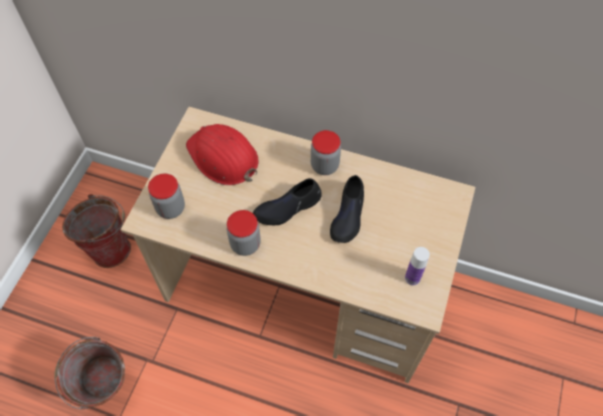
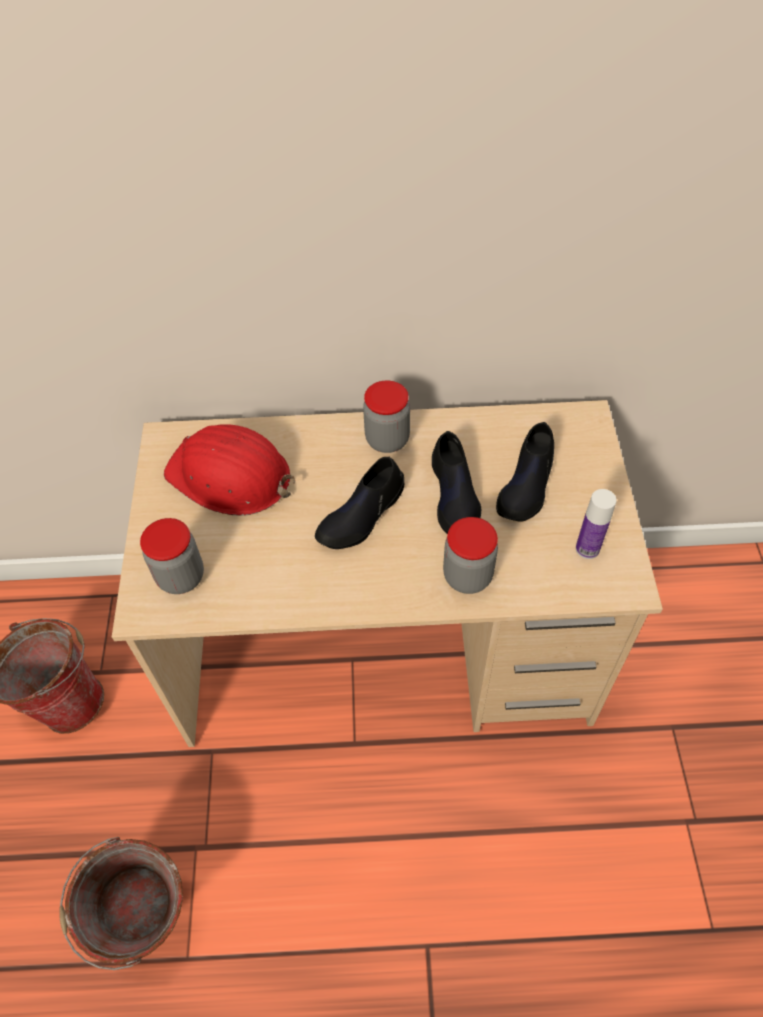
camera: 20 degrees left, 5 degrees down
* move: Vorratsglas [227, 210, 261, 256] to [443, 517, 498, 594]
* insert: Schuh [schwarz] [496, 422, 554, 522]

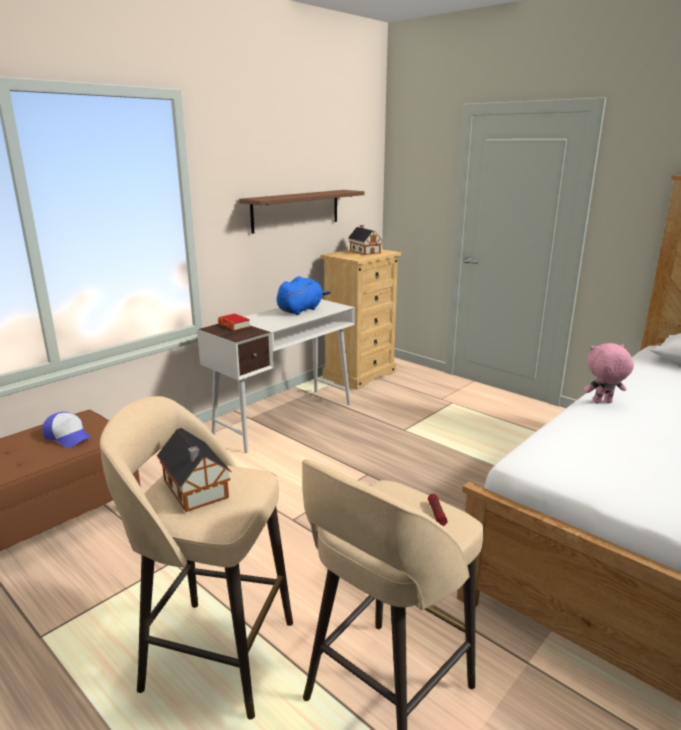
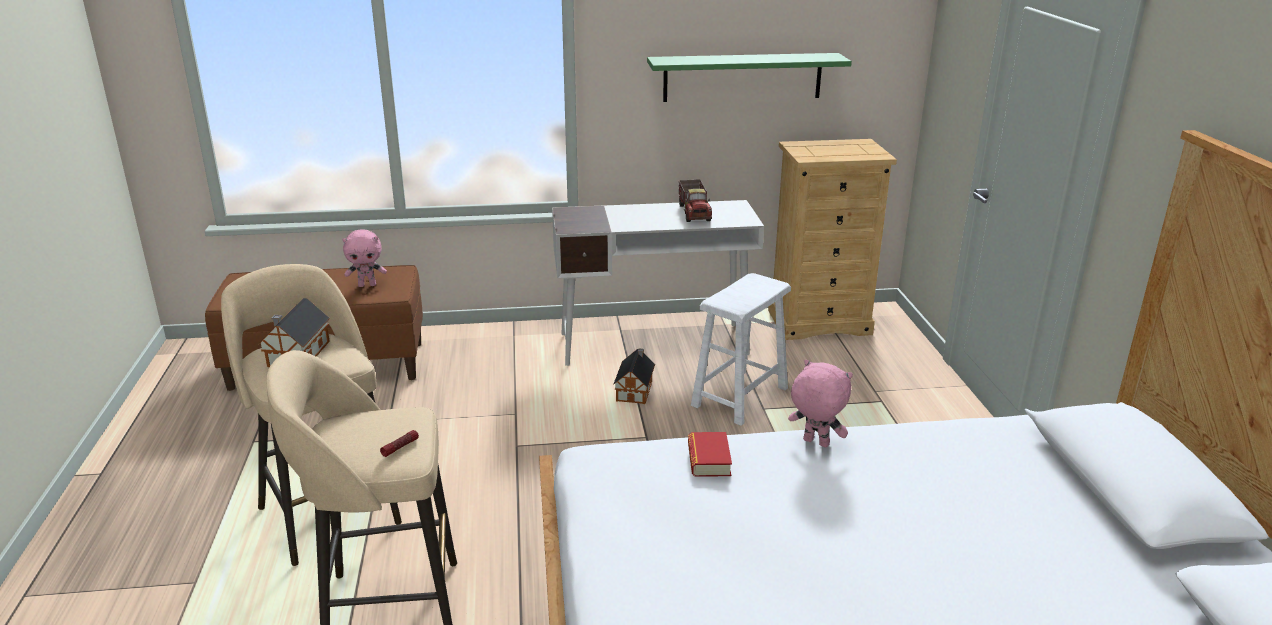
camera: 40 degrees right, 5 degrees up
* recolor: Wandregal [braun] [239, 190, 365, 234] to Wandregal [grün] [647, 53, 852, 102]
* move: Spielzeughaus [348, 225, 383, 255] to [613, 349, 655, 404]
* replace: Plüschtier [blau] [277, 276, 331, 315] to Spielzeuglaster [679, 180, 712, 222]
* move: Buch [218, 314, 250, 331] to [688, 432, 732, 477]
* replace: Kappe [42, 412, 91, 448] to Plüschtier [rosa] [342, 229, 387, 287]
* insert: Hocker [weiß] [691, 273, 791, 426]

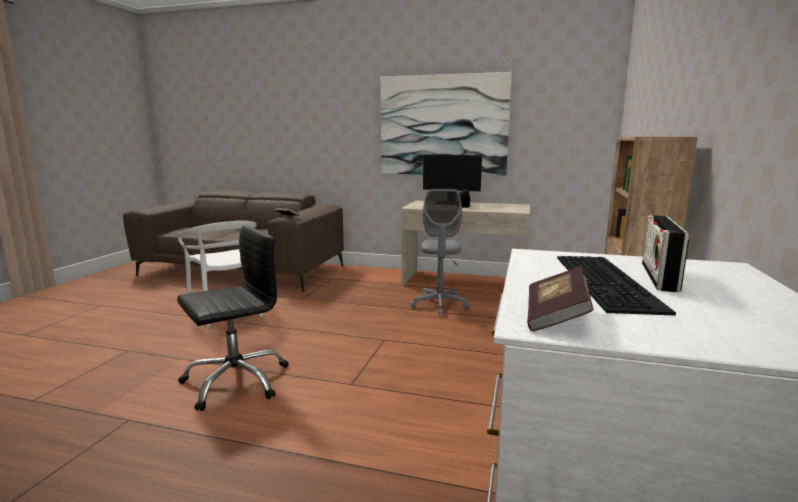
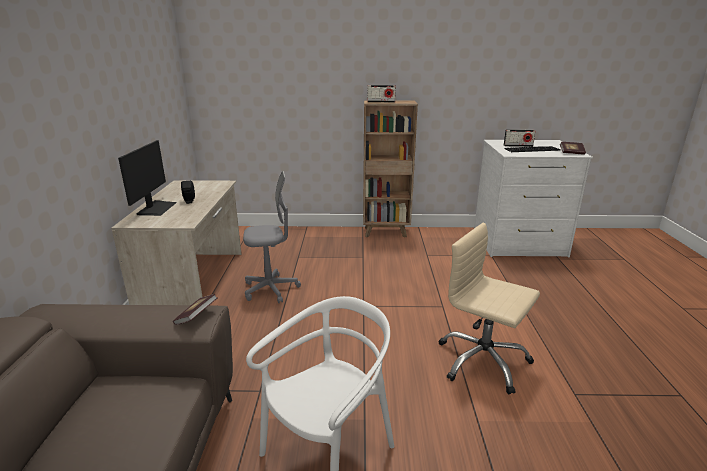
camera: 105 degrees left, 10 degrees up
* delete: Bild [381, 72, 512, 176]
* recolor: Bürostuhl [schwarz] [177, 225, 289, 411] to Bürostuhl [beige] [438, 223, 540, 394]
* insert: Radio [367, 85, 396, 102]

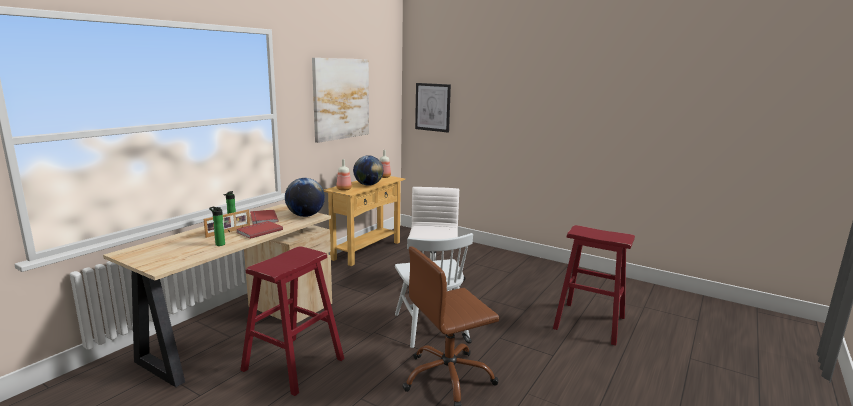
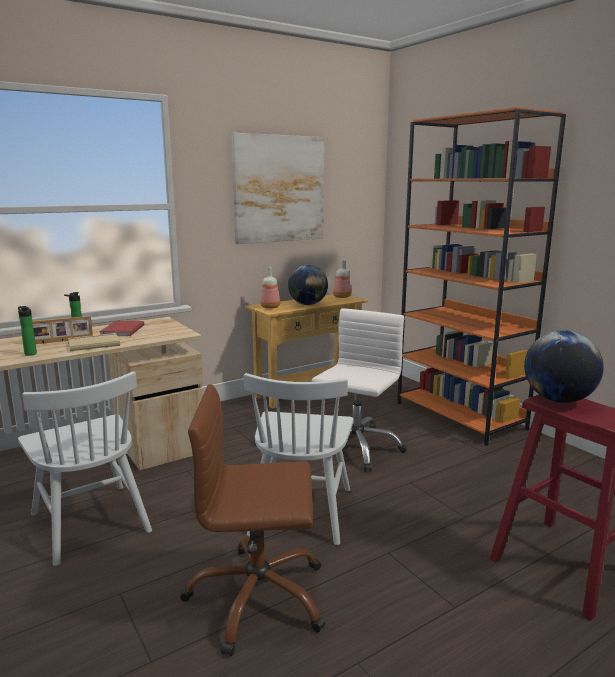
camera: 25 degrees right, 0 degrees up
* delete: Bild [415, 83, 451, 132]
* move: Globus [285, 178, 325, 217] to [524, 330, 604, 403]
* recolor: Buch [rot] [236, 221, 283, 239] to Buch [beige] [68, 333, 120, 351]
* replace: Hocker [rot] [241, 247, 344, 396] to Stuhl [weiß] [18, 372, 152, 566]
* insert: Bücherregal [orange] [397, 107, 566, 446]

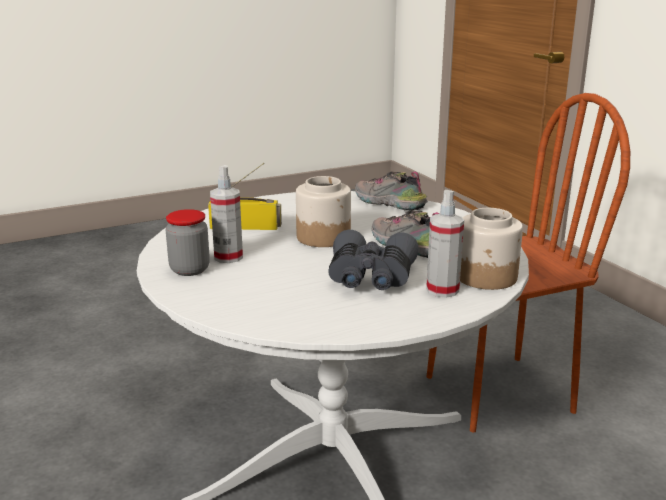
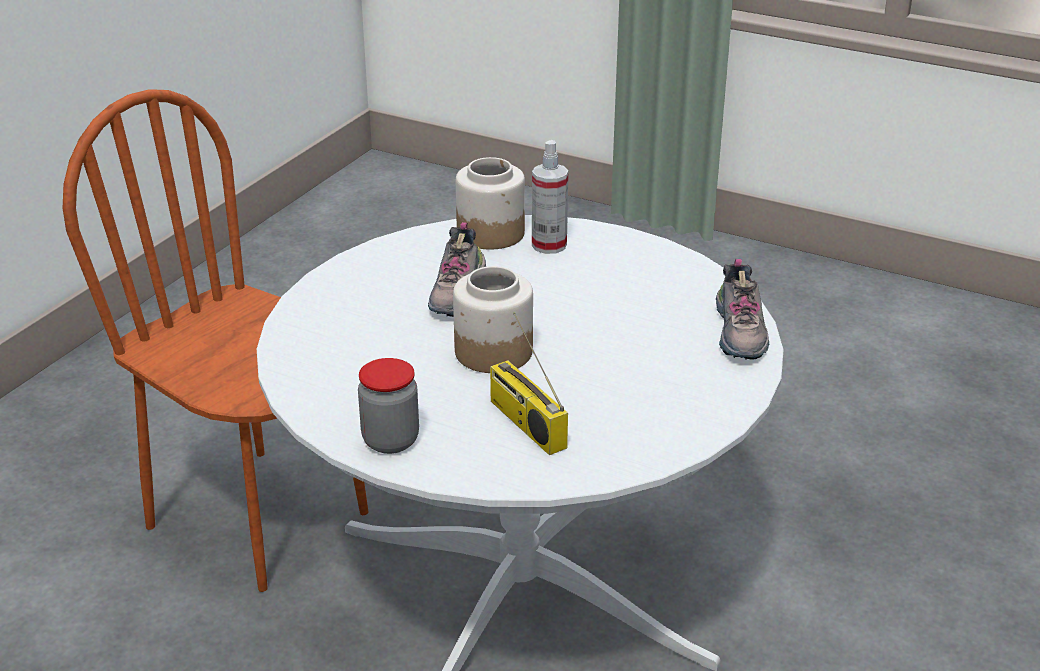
camera: 125 degrees left, 10 degrees up
* delete: Sprühflasche [210, 165, 243, 263]
* move: Schuh [355, 172, 428, 211] to [716, 259, 770, 360]
* move: Vorratsglas [166, 209, 210, 276] to [358, 358, 419, 454]
* delete: Fernglas [grau] [328, 229, 419, 290]

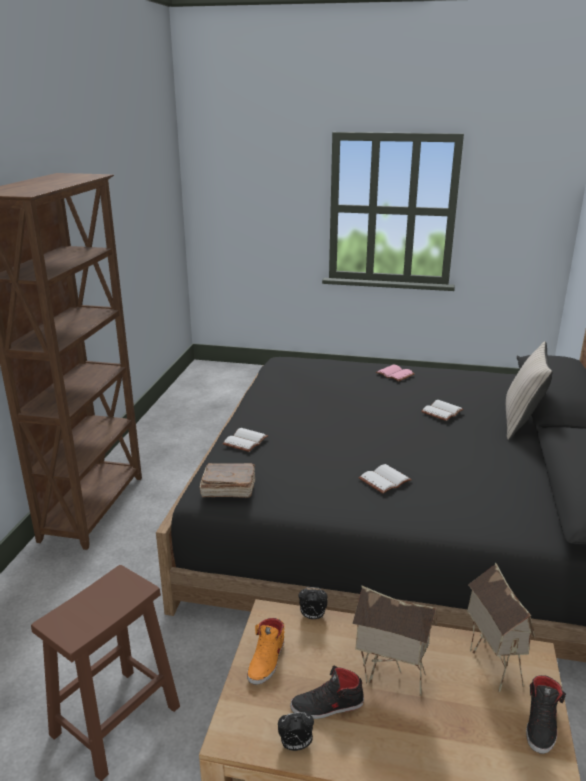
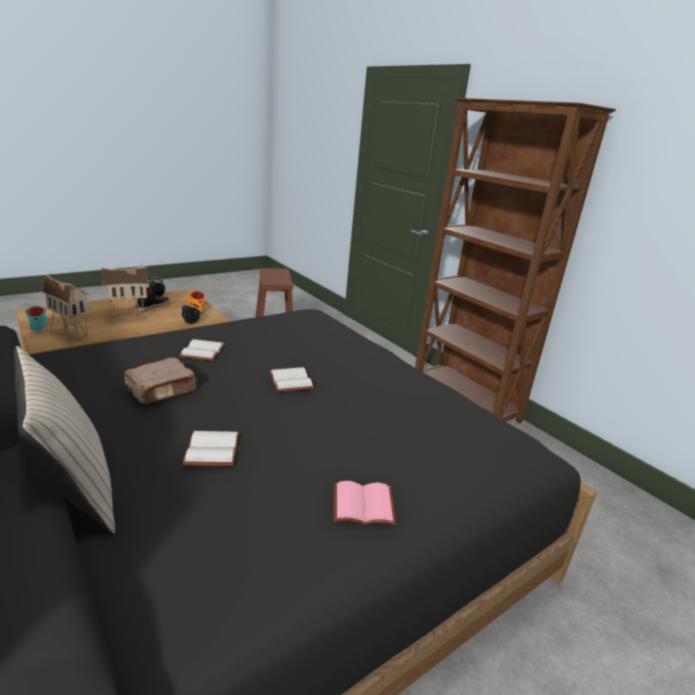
camera: 130 degrees right, 0 degrees up
* move: Buch [weiß] [222, 428, 268, 452] to [269, 367, 314, 392]
* move: Buch [braun] [199, 463, 255, 498] to [124, 358, 197, 404]
* recolor: Schuh [schwarz] [526, 675, 566, 754] to Schuh [türkis] [24, 306, 48, 333]

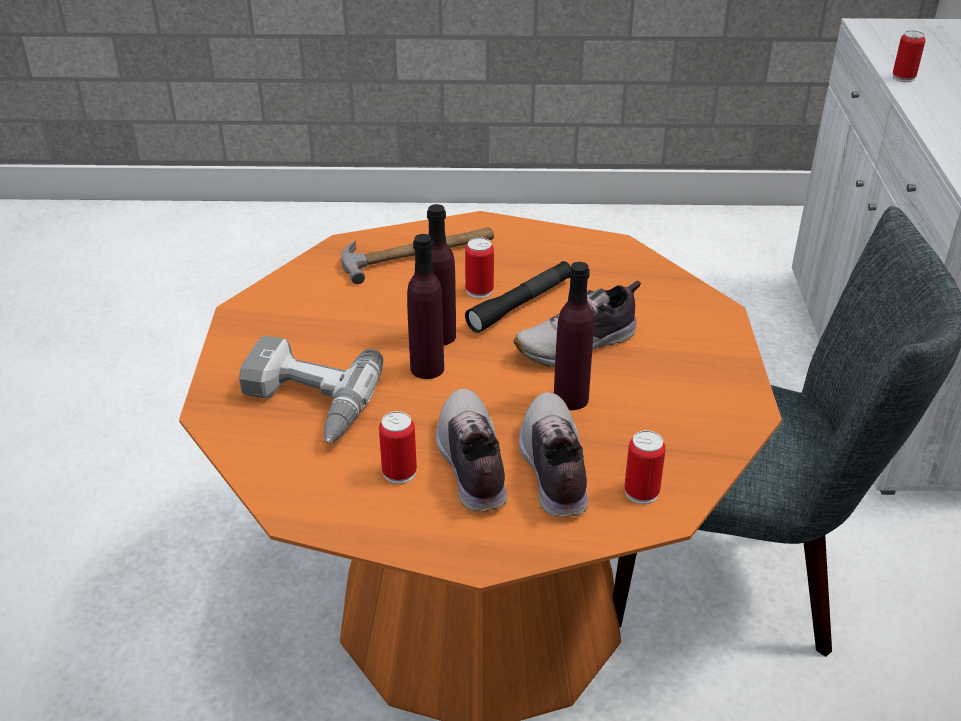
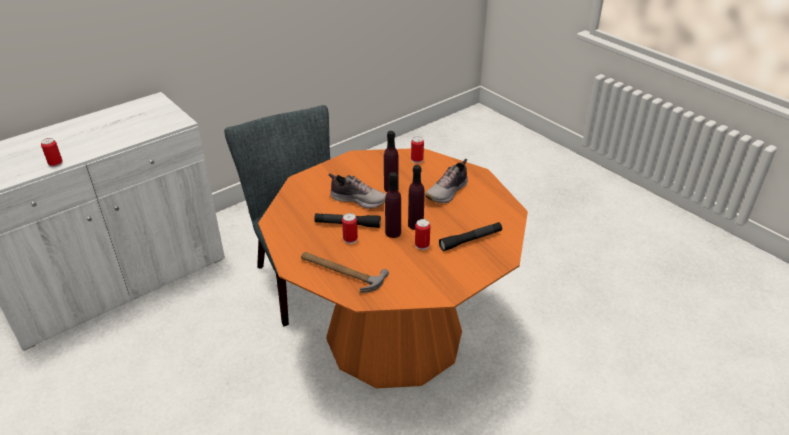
camera: 130 degrees left, 0 degrees up
* replace: Bohrmaschine [239, 336, 383, 443] to Taschenlampe [schwarz] [439, 222, 502, 251]
* delete: Schuh [519, 392, 588, 517]
* move: Dose [379, 411, 417, 484] to [415, 219, 430, 250]

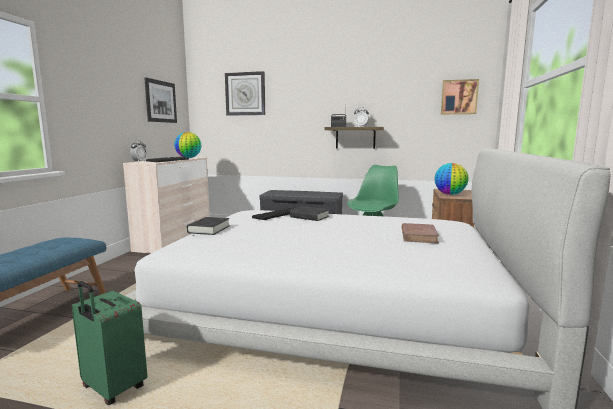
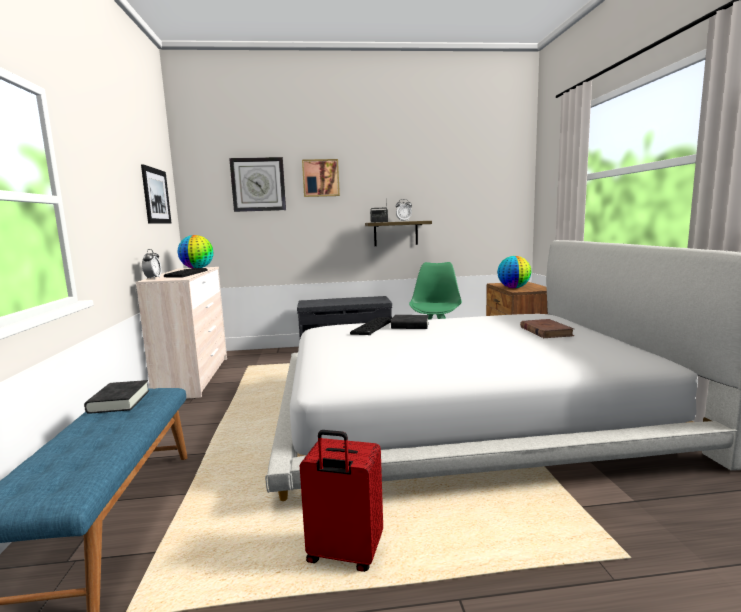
camera: 20 degrees left, 0 degrees up
* move: Bild [441, 79, 479, 114] to [302, 159, 340, 197]
* move: Buch [schwarz] [187, 217, 230, 235] to [84, 380, 149, 414]
* recolor: Koffer [grün] [72, 281, 147, 405] to Koffer [rot] [300, 430, 383, 572]

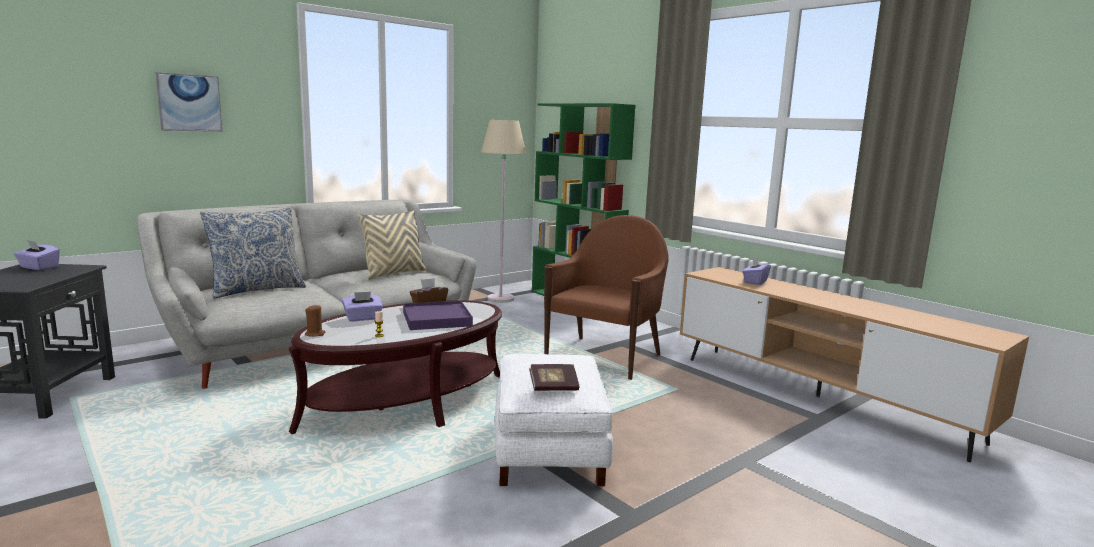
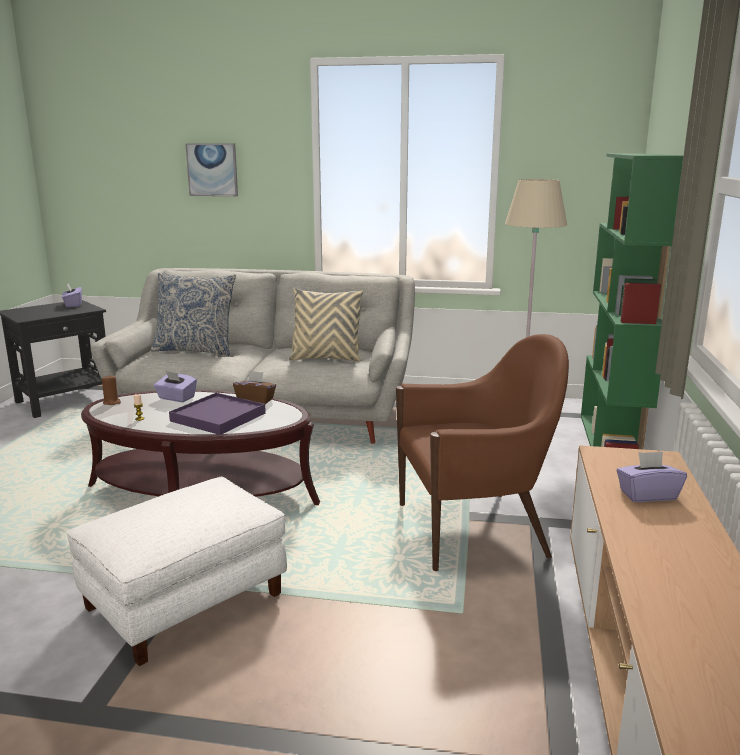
camera: 50 degrees right, 5 degrees up
* delete: Buch [529, 364, 580, 391]

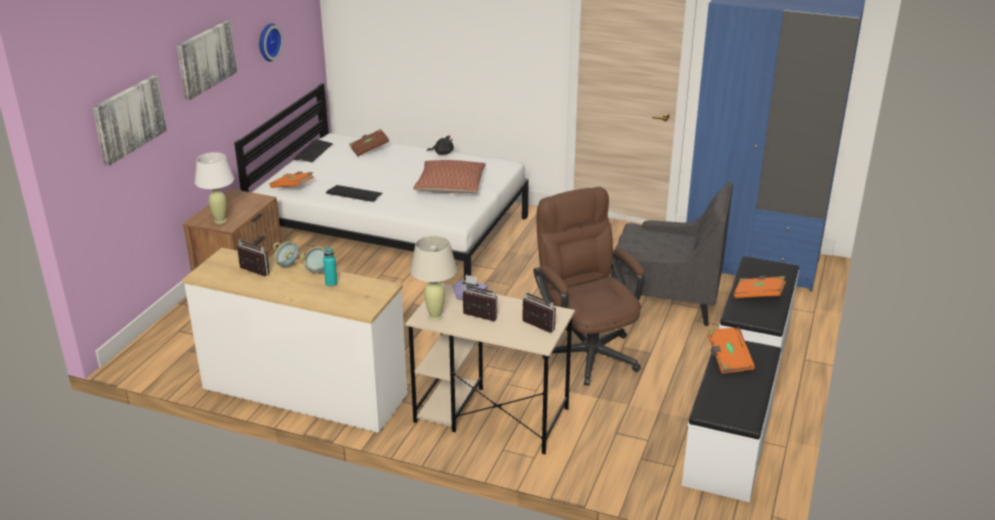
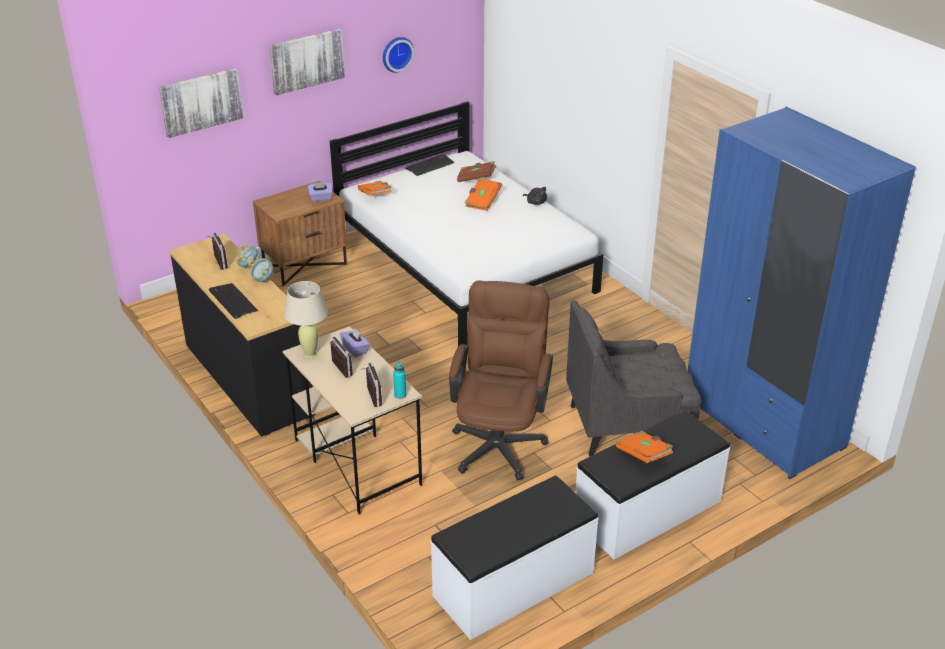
camera: 35 degrees right, 5 degrees up
* delete: Tischlampe [weiß] [195, 152, 234, 224]
* delete: Kissen [413, 160, 486, 193]
* rotate: Sessel [grau] [611, 182, 733, 326] = [566, 300, 702, 457] 120 degrees clockwise
* move: Tastatur [326, 185, 382, 202] to [209, 283, 258, 319]
* move: Flasche [türkis] [323, 247, 338, 287] to [393, 361, 406, 399]
* recolor: Kommode [weiß] [182, 248, 407, 433] to Kommode [schwarz] [169, 233, 316, 437]
* move: Buch [orange] [707, 327, 755, 374] to [465, 178, 502, 211]
* insert: Taschentuchbox [lila] [308, 182, 333, 202]

